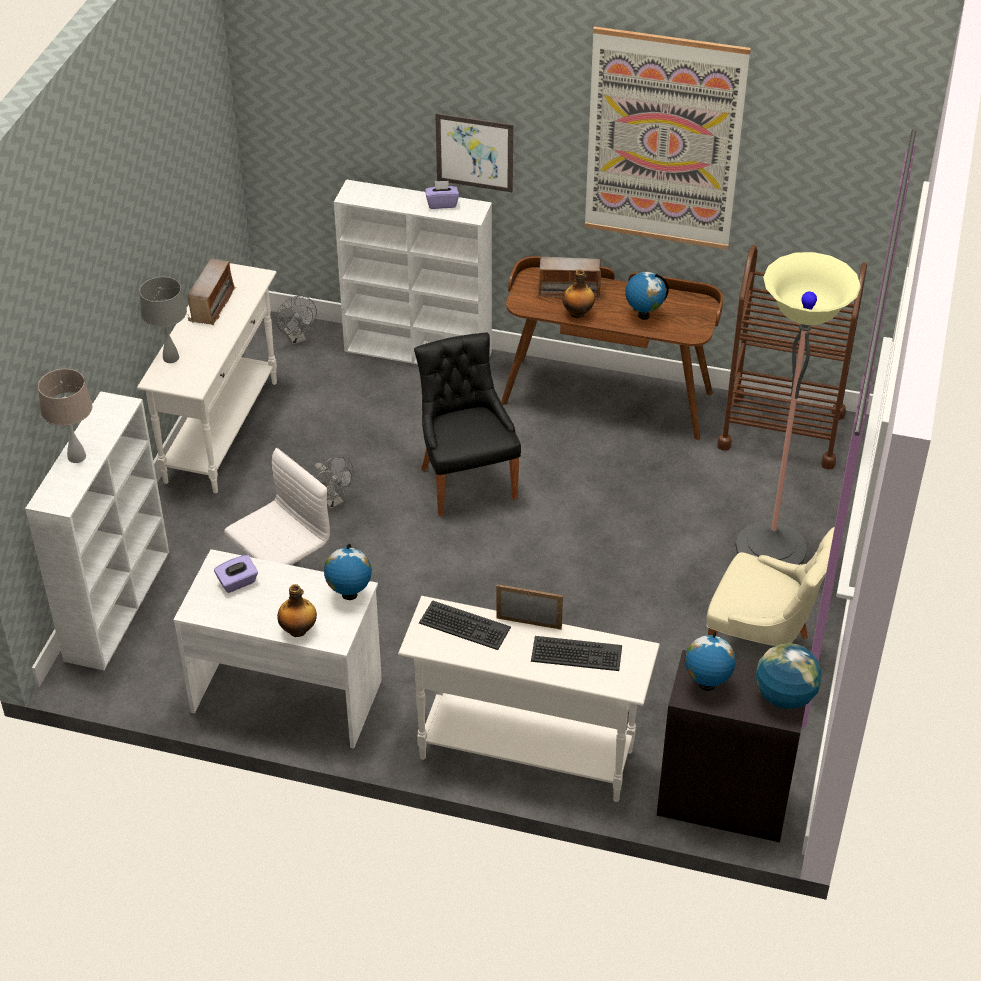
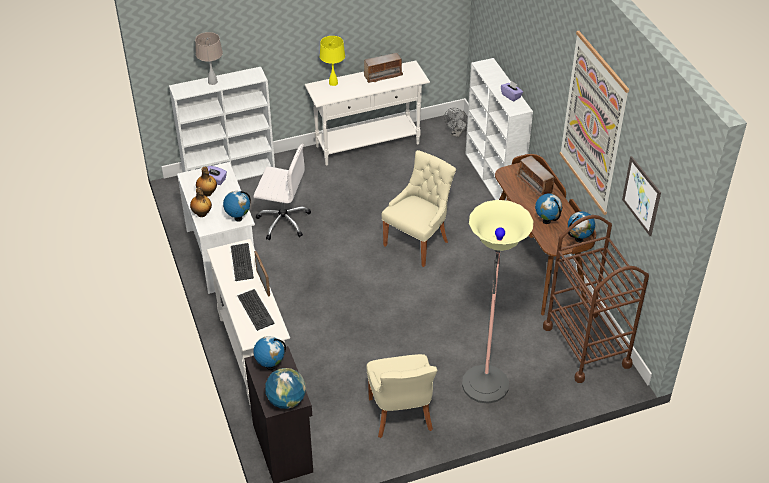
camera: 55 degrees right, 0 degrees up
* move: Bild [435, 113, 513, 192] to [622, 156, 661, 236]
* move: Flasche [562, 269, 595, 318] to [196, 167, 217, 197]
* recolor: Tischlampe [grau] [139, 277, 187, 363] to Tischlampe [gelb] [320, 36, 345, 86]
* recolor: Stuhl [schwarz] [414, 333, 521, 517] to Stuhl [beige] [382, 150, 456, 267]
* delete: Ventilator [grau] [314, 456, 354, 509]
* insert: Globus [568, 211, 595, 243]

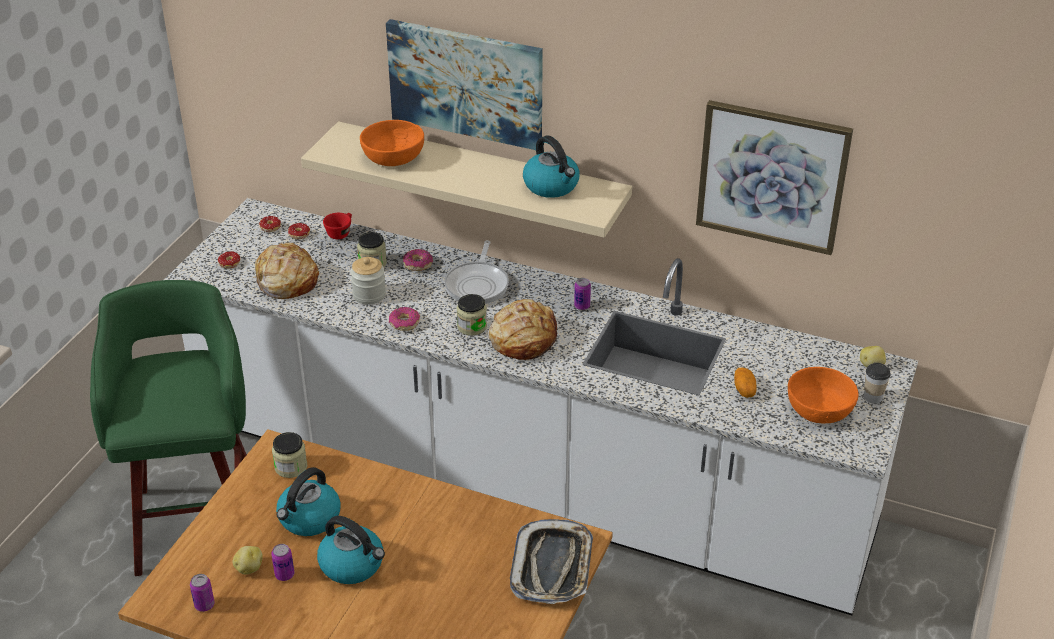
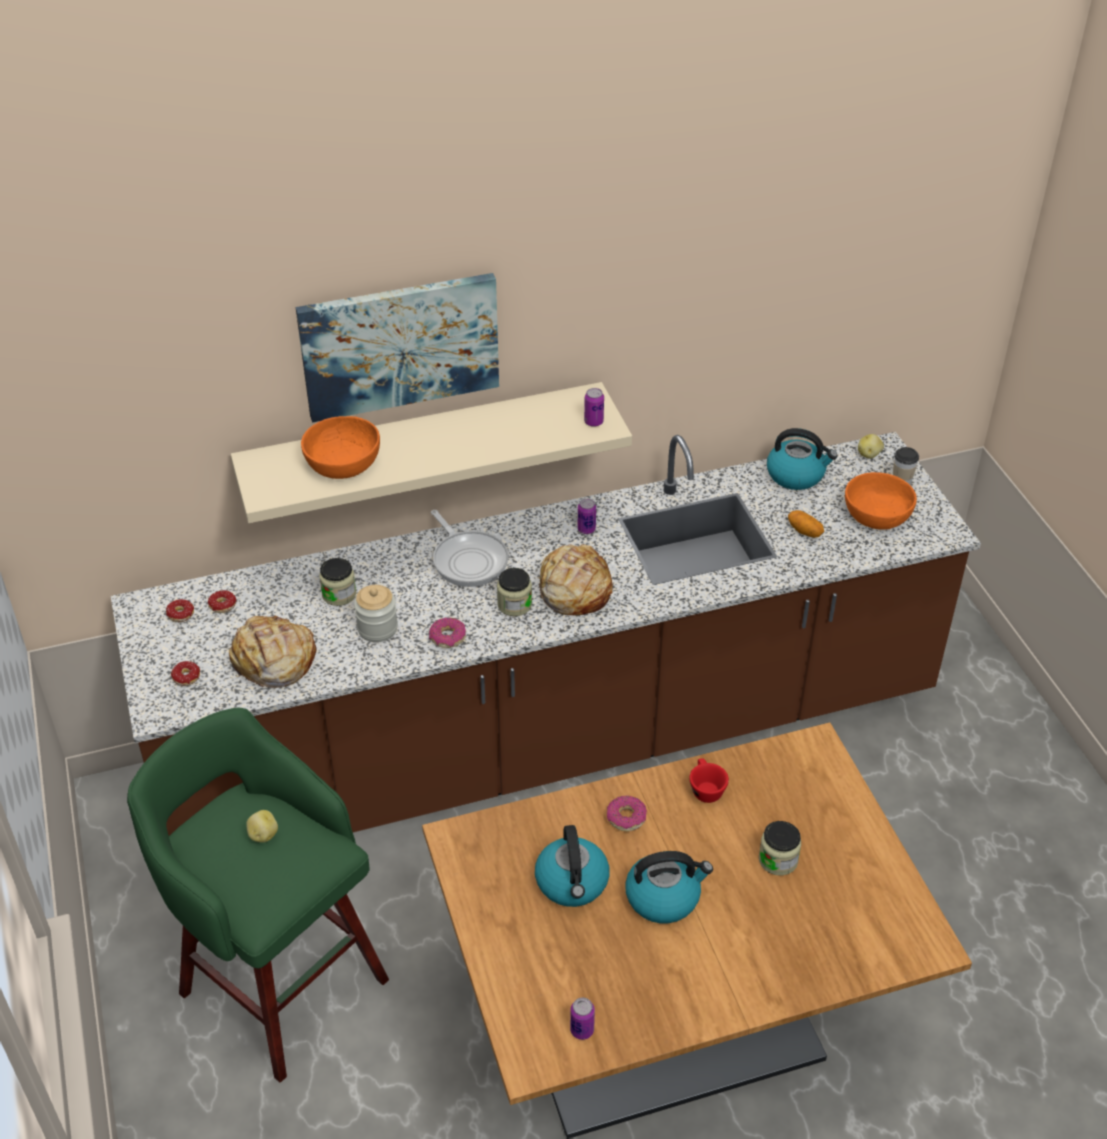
camera: 40 degrees left, 5 degrees up
* delete: Bild [696, 100, 853, 255]
* move: Wasserkessel [523, 136, 580, 198] to [767, 428, 838, 490]
* recolor: Küchenzeile [weiß] [164, 198, 918, 615] to Küchenzeile [braun] [111, 432, 981, 836]
* move: Tasse [rot] [323, 213, 352, 239] to [689, 758, 729, 803]
* move: Donut [403, 249, 433, 271] to [607, 796, 647, 832]
* move: Vorratsglas [272, 432, 307, 478] to [759, 821, 801, 876]
* delete: Tablett [510, 519, 593, 604]
* move: Dose [271, 544, 295, 581] to [584, 388, 604, 427]
* move: Kartoffel [233, 546, 263, 575] to [246, 810, 278, 842]

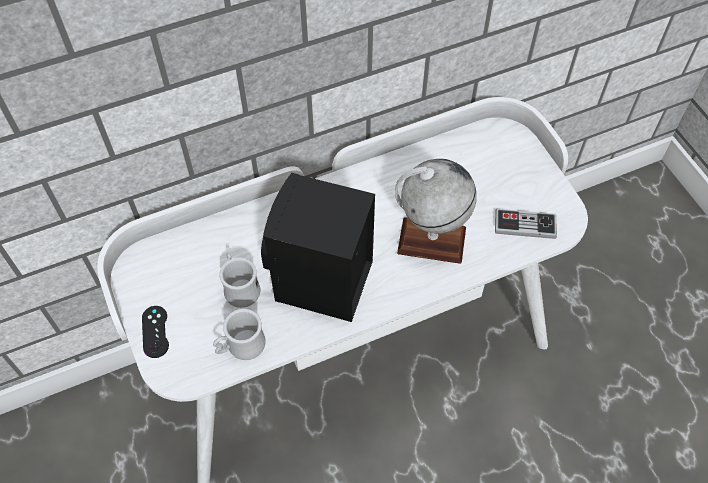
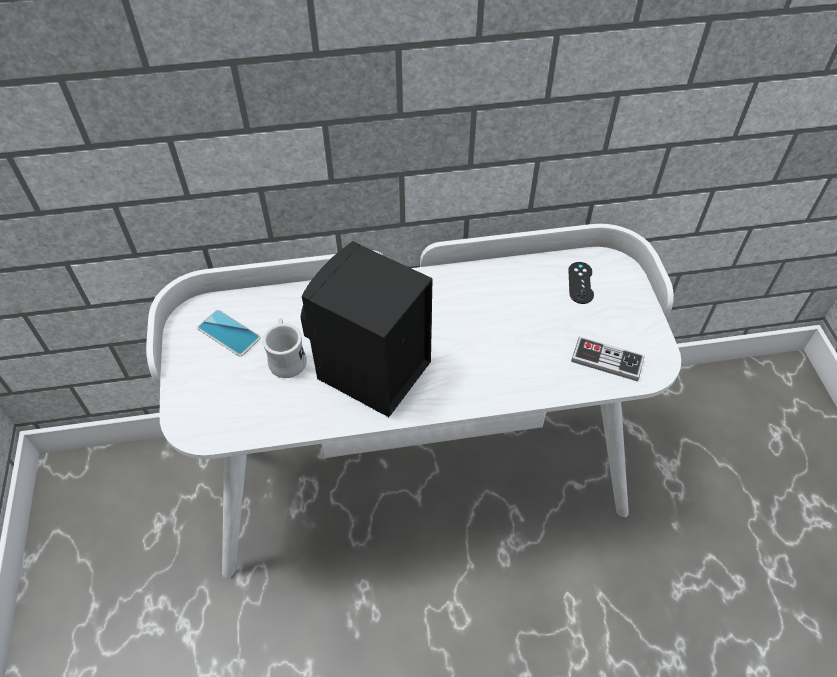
camera: 15 degrees right, 5 degrees down
* delete: Globus [395, 159, 477, 264]
* move: Gamepad [schwarz] [142, 306, 169, 358] to [568, 262, 594, 304]
* delete: Henkelbecher [weiß] [213, 309, 266, 360]
* insert: Handy [197, 310, 261, 356]

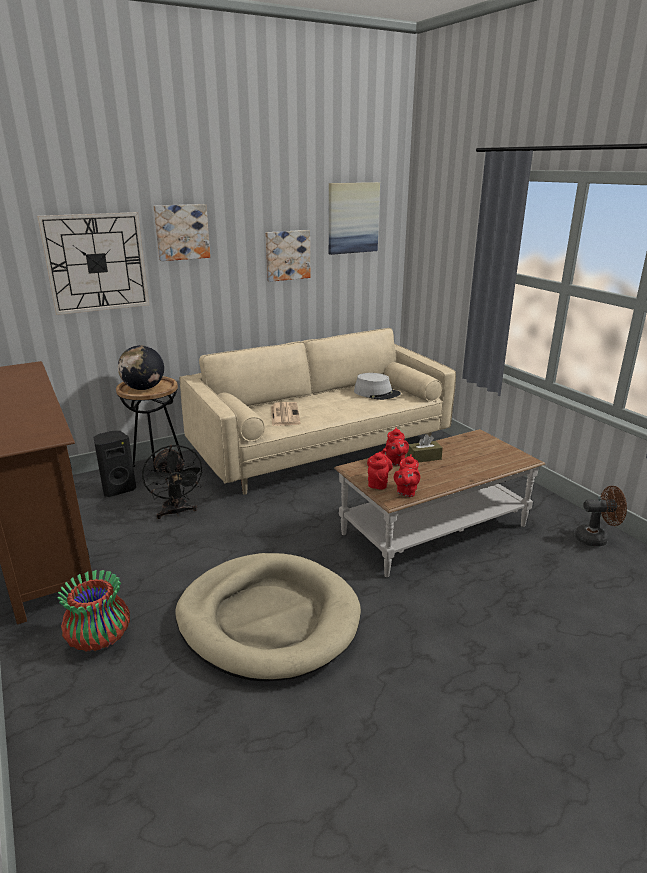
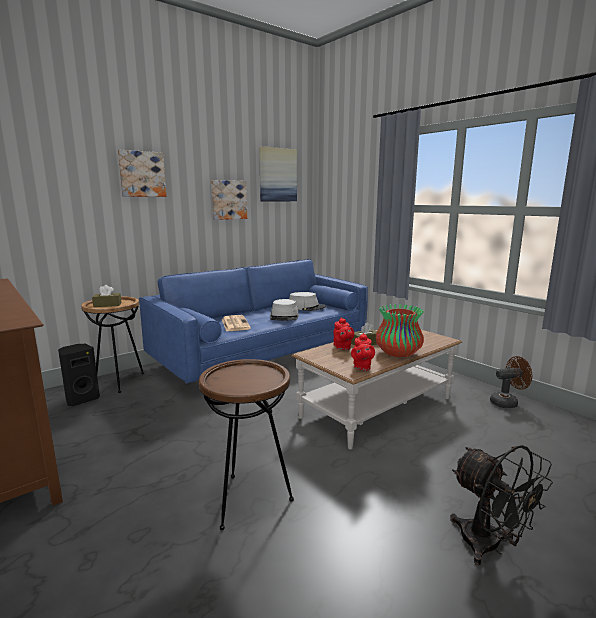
camera: 10 degrees left, 10 degrees down
* delete: Wanduhr [37, 212, 149, 315]
* recolor: Sofa [beige] [179, 328, 456, 495] to Sofa [blau] [139, 259, 368, 384]
* replace: Globus [118, 345, 164, 390] to Taschentuchbox [braun] [92, 285, 122, 307]
* move: Ventilator [schwarz] [142, 445, 205, 519] to [450, 445, 553, 565]
* delete: Teekanne [rot] [367, 448, 393, 490]
* replace: Hundebett [beige] [175, 553, 361, 681] to Beistelltisch [braun] [199, 359, 294, 530]
* move: Vase [57, 570, 130, 652] to [376, 304, 424, 357]
* insert: Hut [grau] [270, 299, 299, 321]

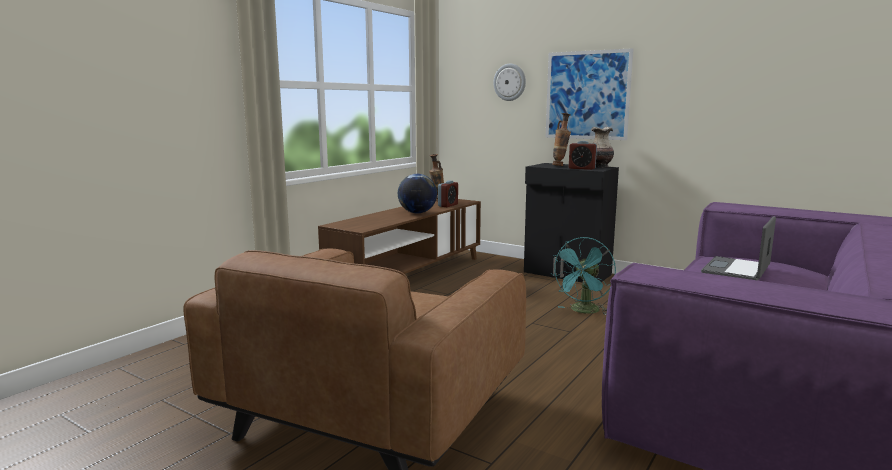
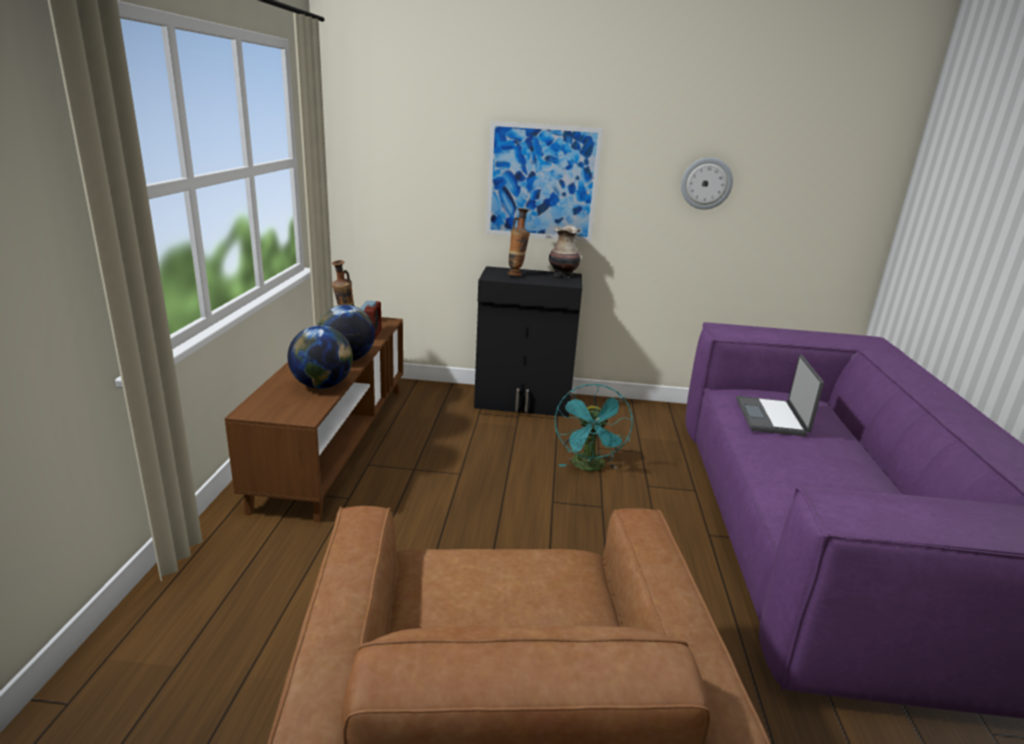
camera: 30 degrees left, 10 degrees up
* move: Wanduhr [493, 64, 526, 101] to [681, 157, 733, 210]
* delete: Wecker [569, 141, 597, 170]
* insert: Globus [287, 326, 353, 389]

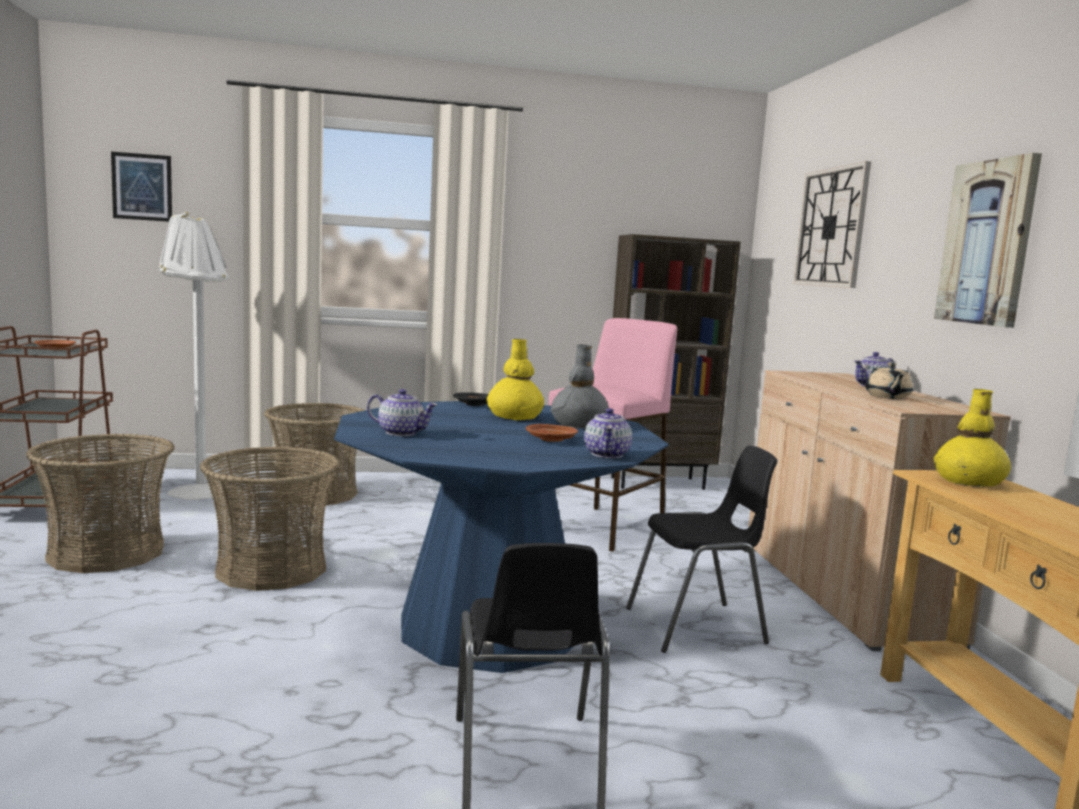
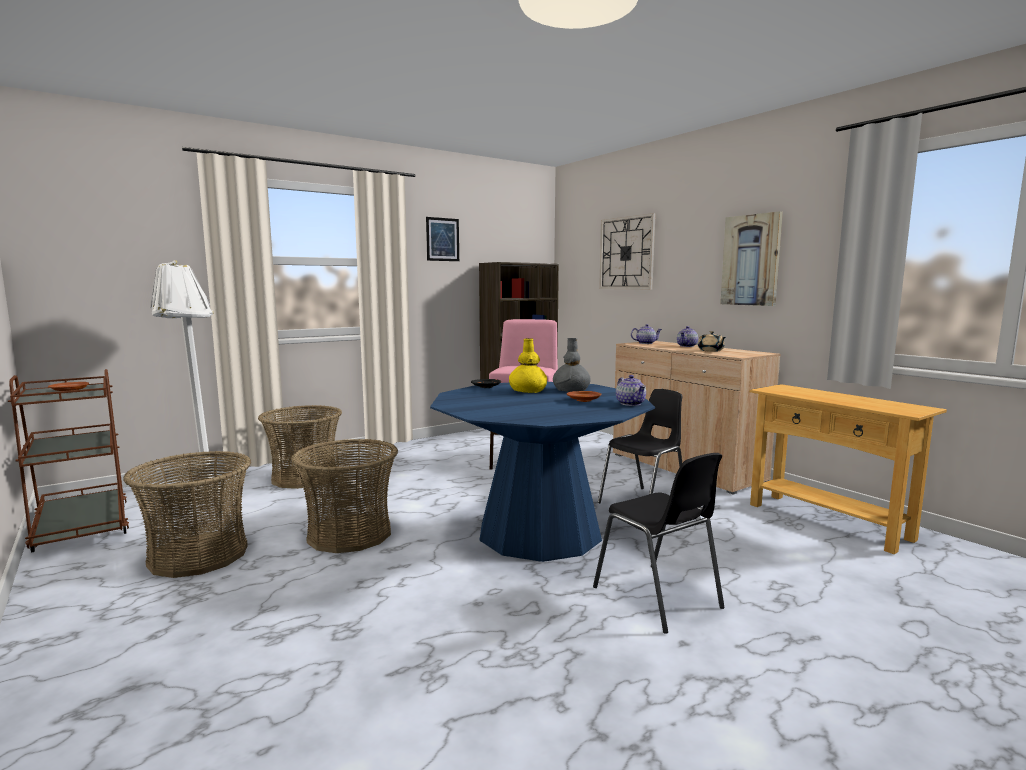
camera: 25 degrees left, 0 degrees up
* move: Bild [111, 152, 172, 222] to [426, 217, 459, 261]
* move: Teekanne [367, 389, 437, 436] to [631, 324, 662, 344]
* delete: Vase [gelb] [934, 389, 1011, 487]

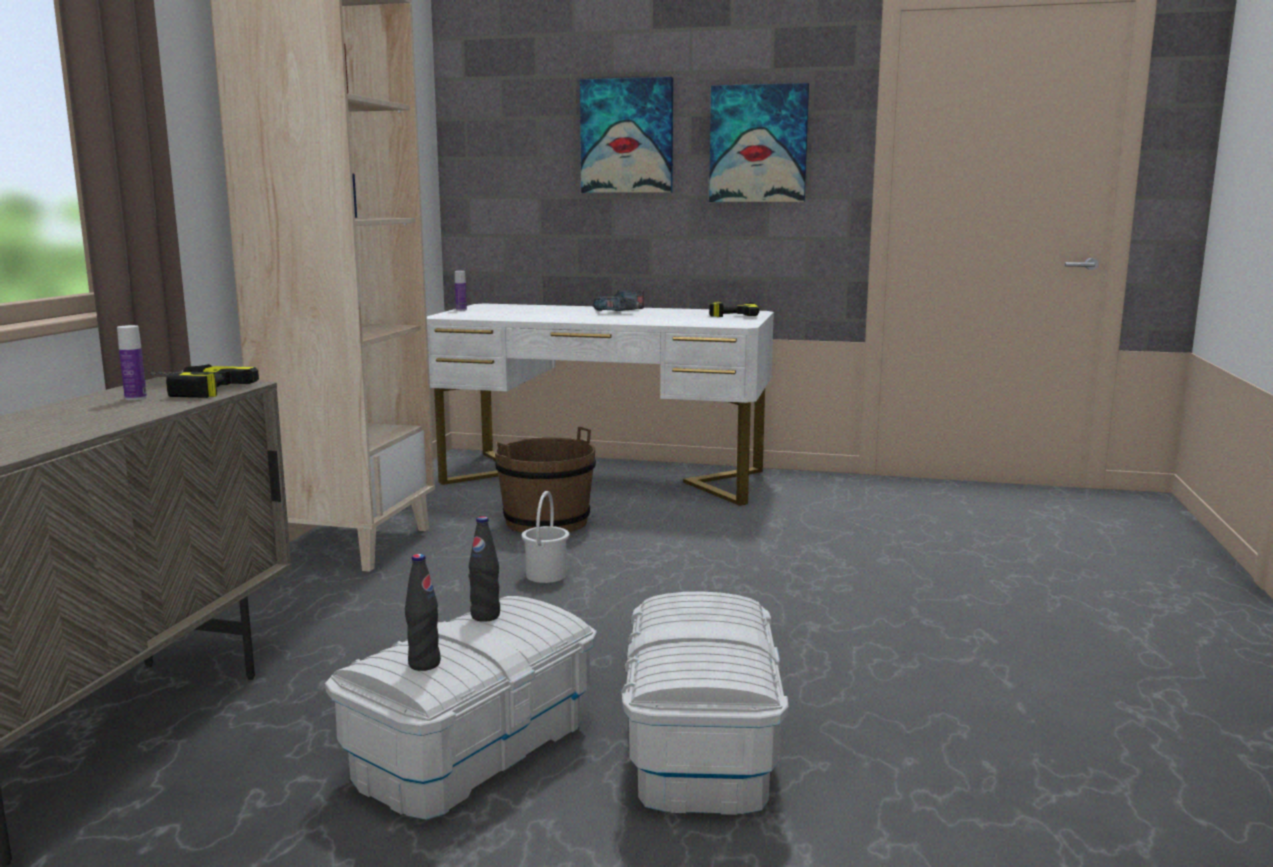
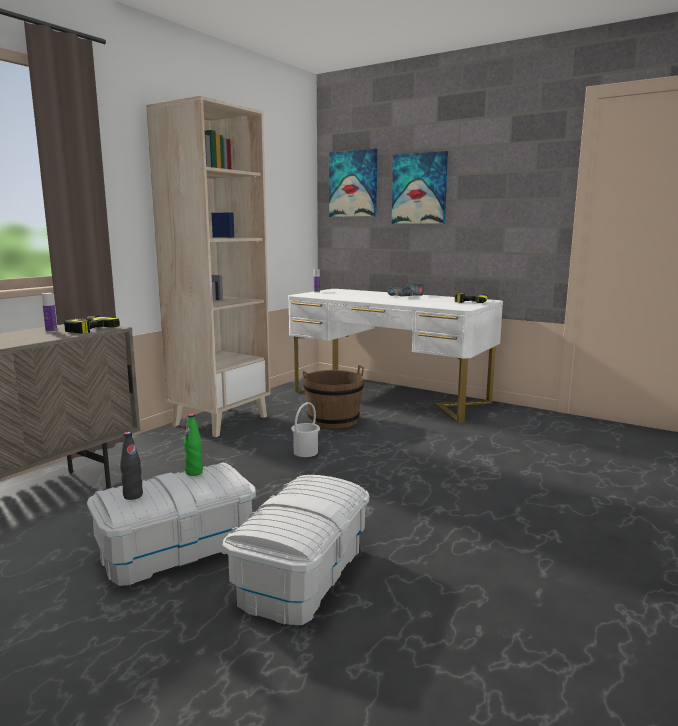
camera: 20 degrees right, 0 degrees up
* move: Bild [709, 83, 809, 202] to [329, 148, 377, 217]
* recolor: Flasche [schwarz] [469, 516, 500, 622] to Flasche [grün] [184, 414, 203, 476]

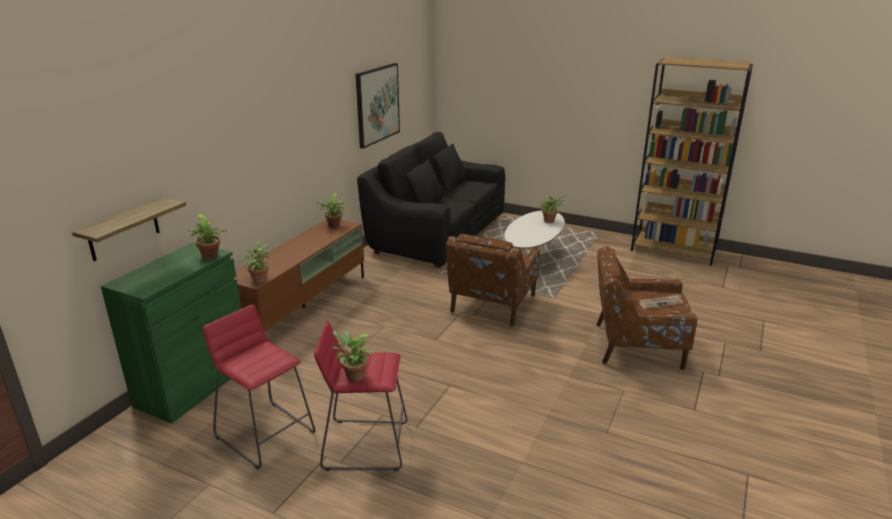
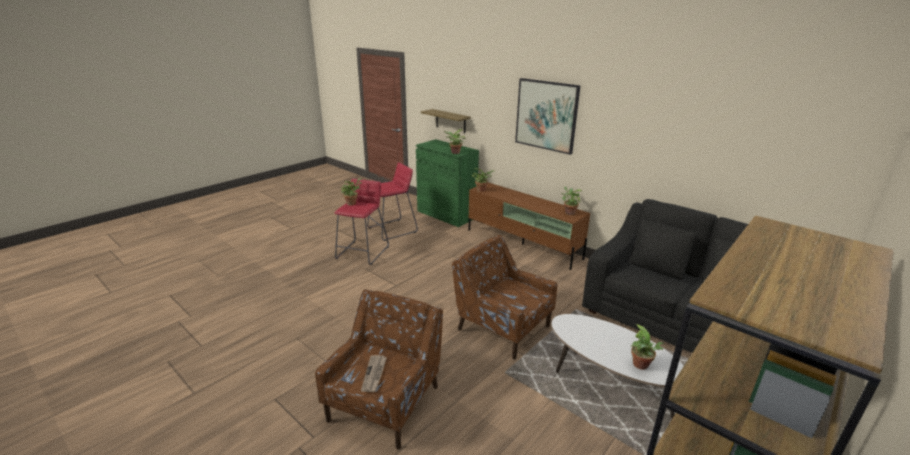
camera: 105 degrees right, 0 degrees up
* move: Bild [356, 63, 400, 149] to [515, 78, 580, 155]

